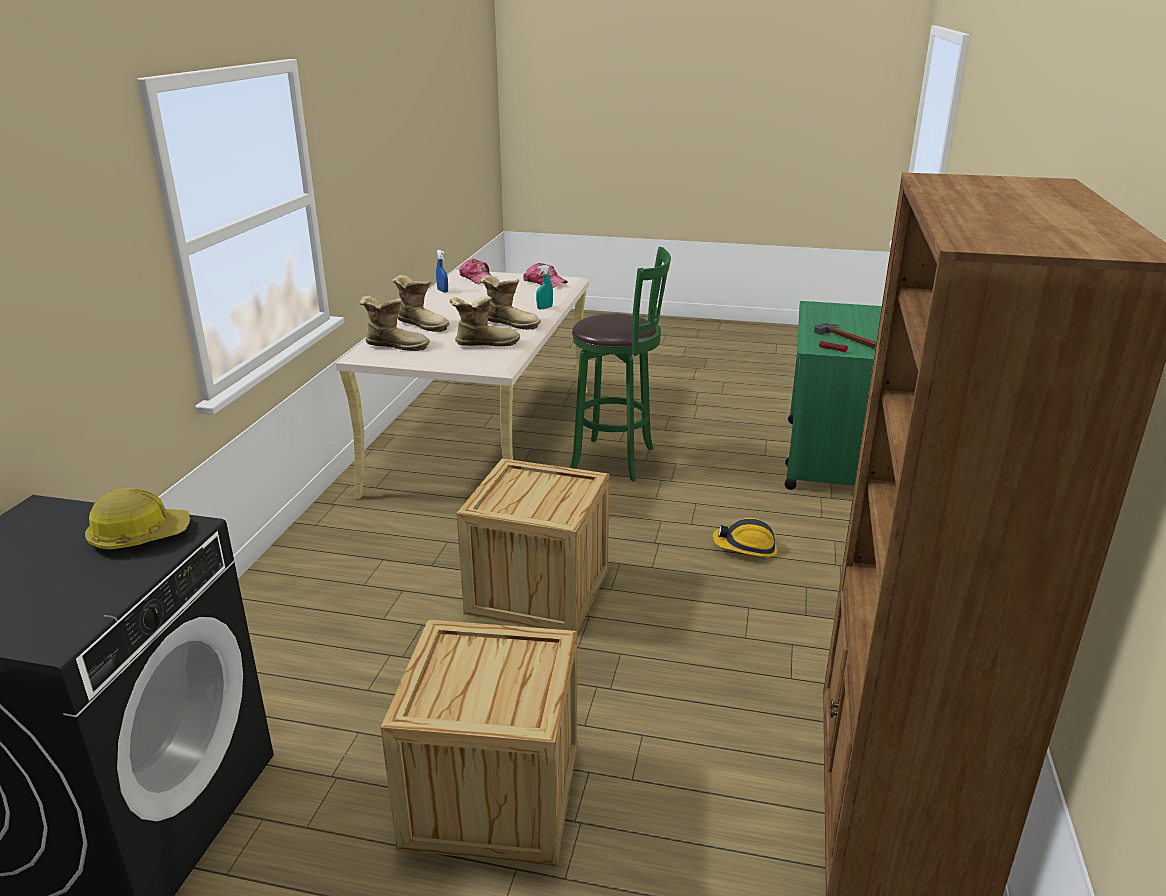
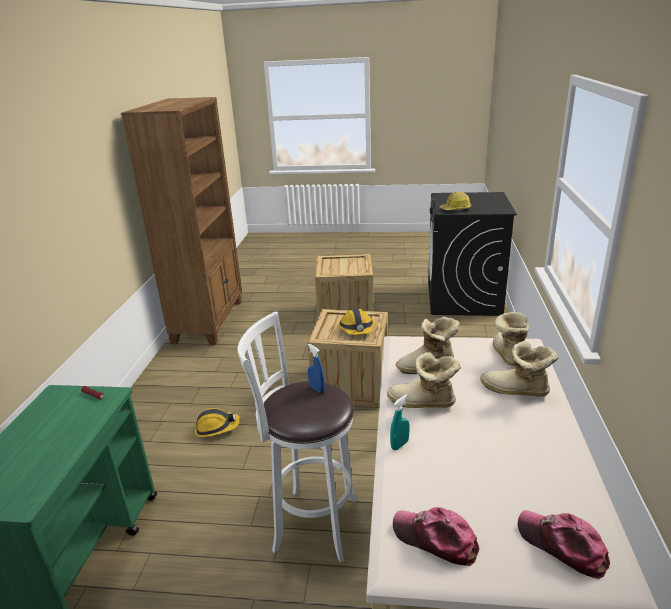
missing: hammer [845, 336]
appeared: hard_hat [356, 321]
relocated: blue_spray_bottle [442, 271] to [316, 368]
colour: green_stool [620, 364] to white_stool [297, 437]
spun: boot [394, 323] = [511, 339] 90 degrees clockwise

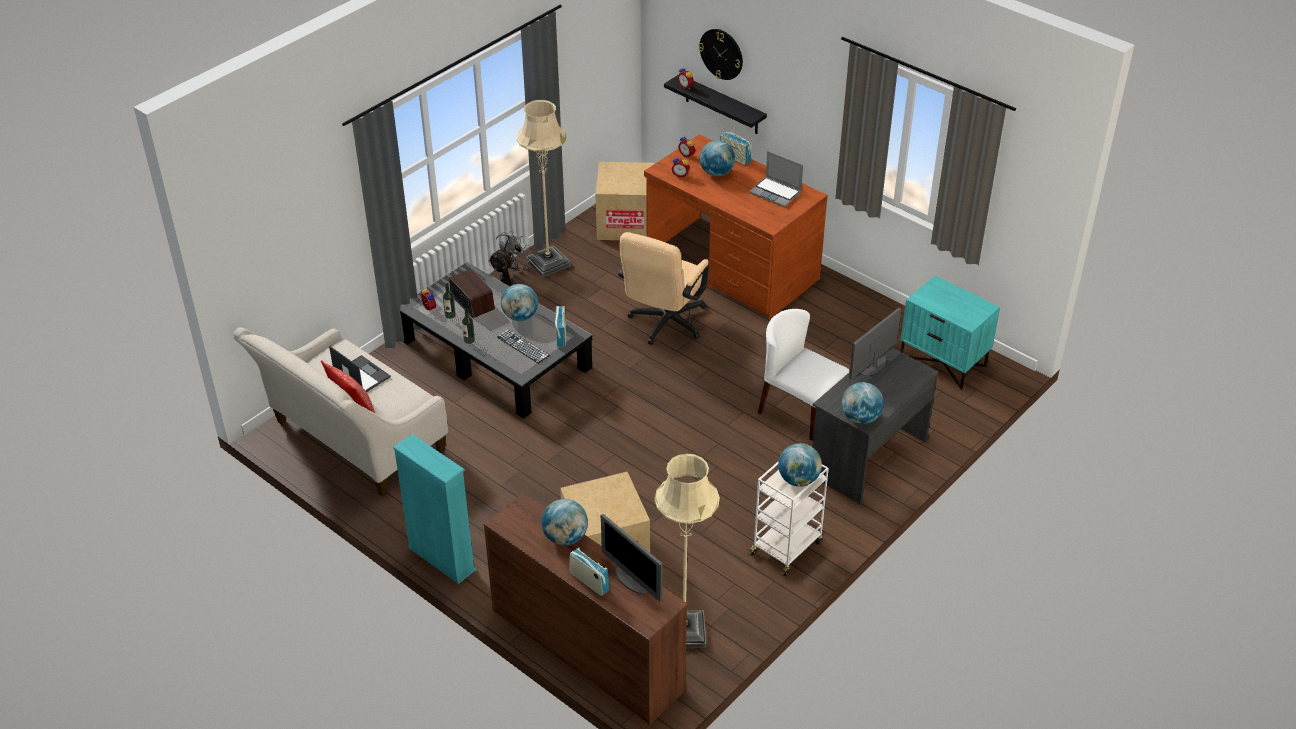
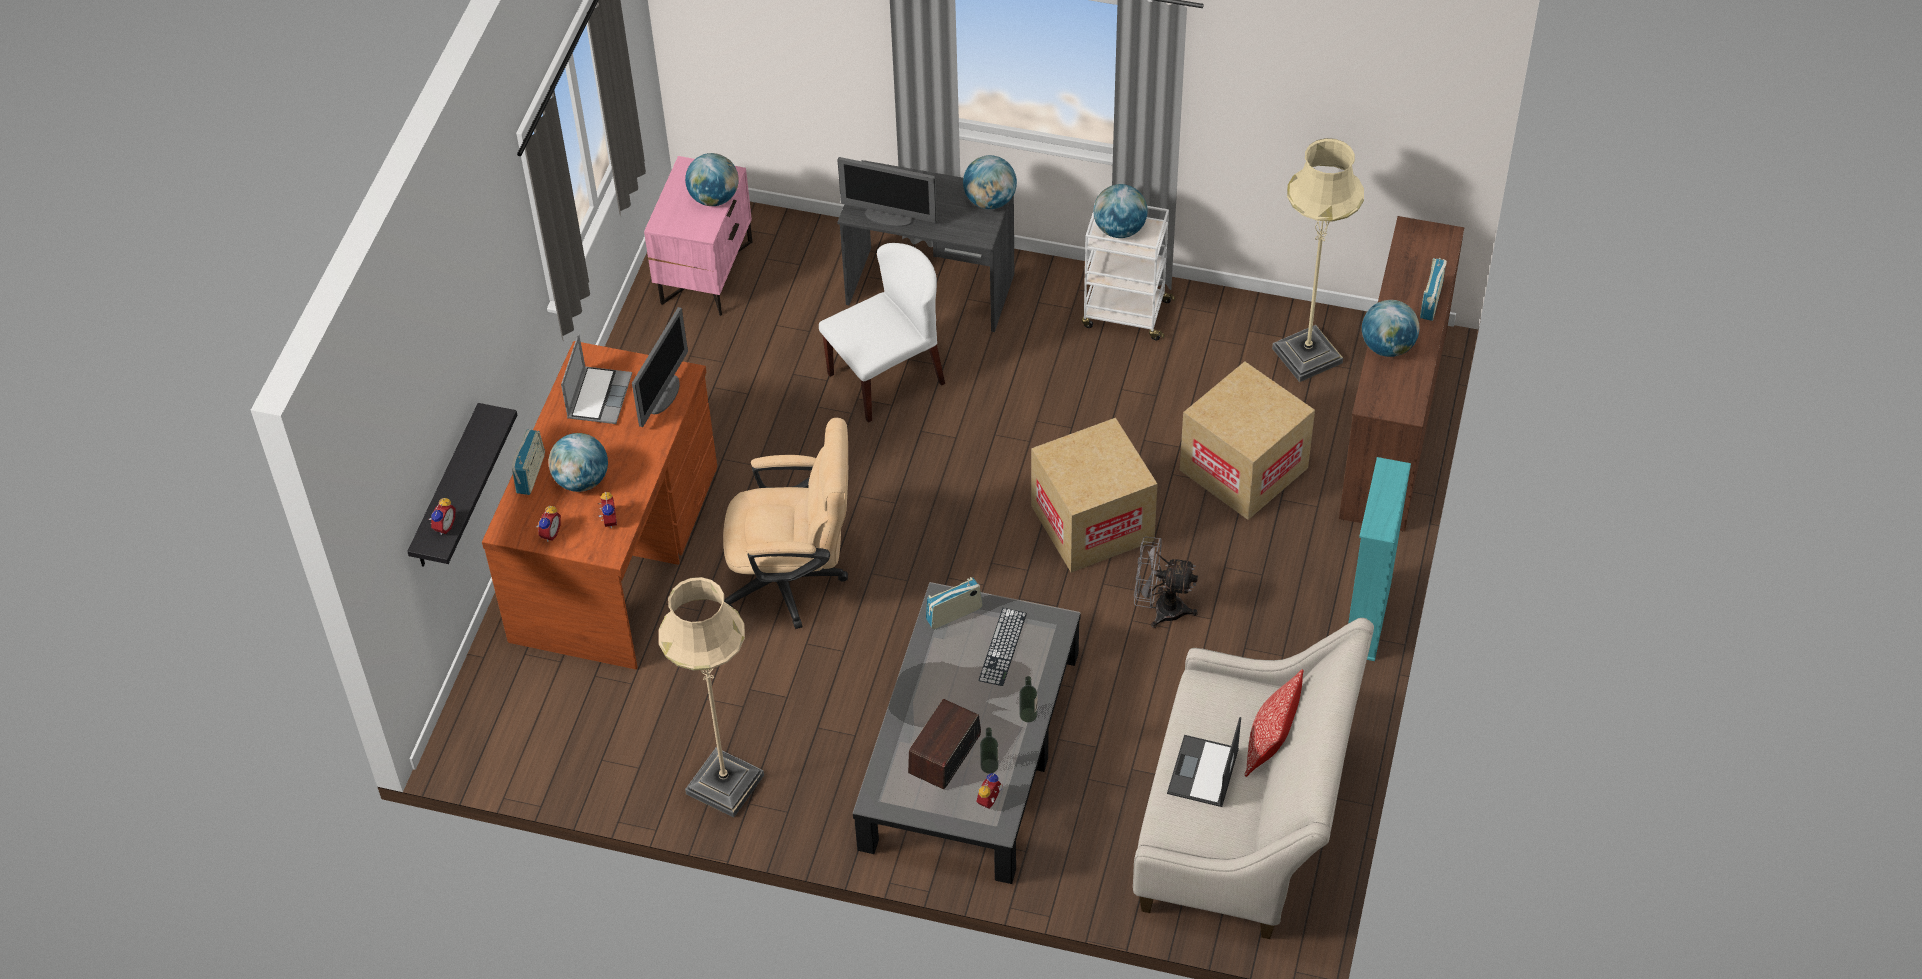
missing: wall_clock [721, 54]
relocated: grey_fan [510, 258] to [1166, 582]; globe [519, 302] to [712, 179]; cardboard_box [625, 201] to [1094, 495]; monitor [632, 558] to [660, 367]
colour: turquoise_nightstand [950, 333] to pink_nightstand [698, 236]
spun: white_chair [803, 374] = [882, 333] 135 degrees counterclockwise

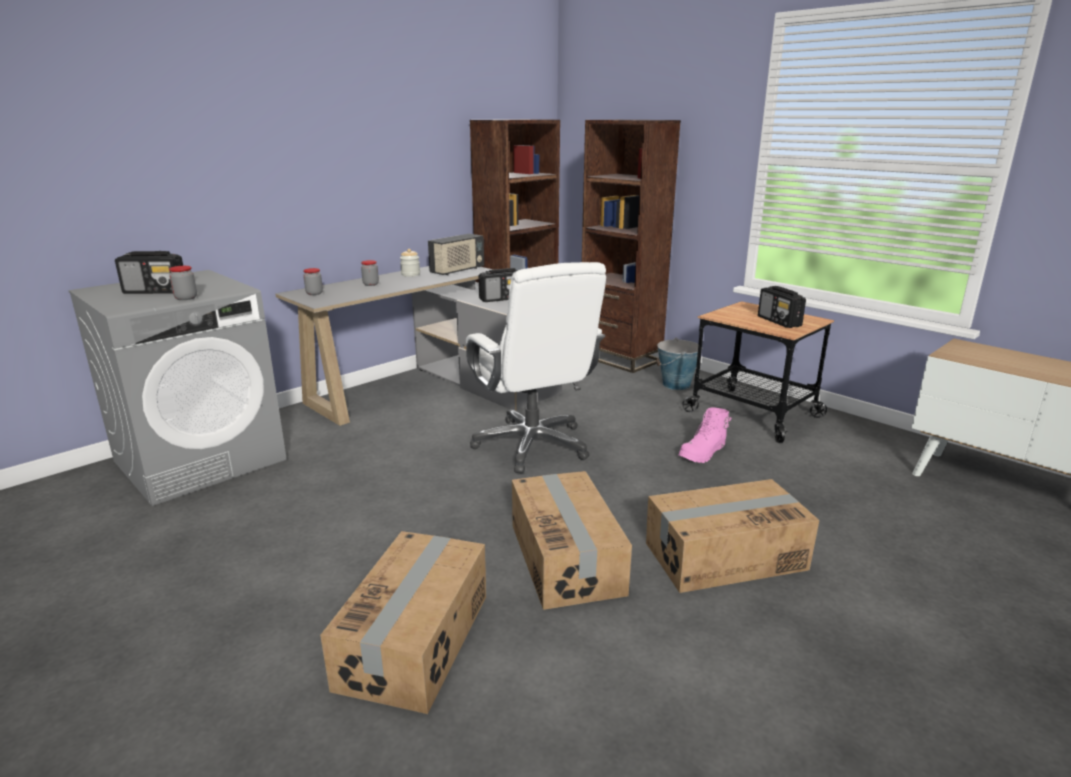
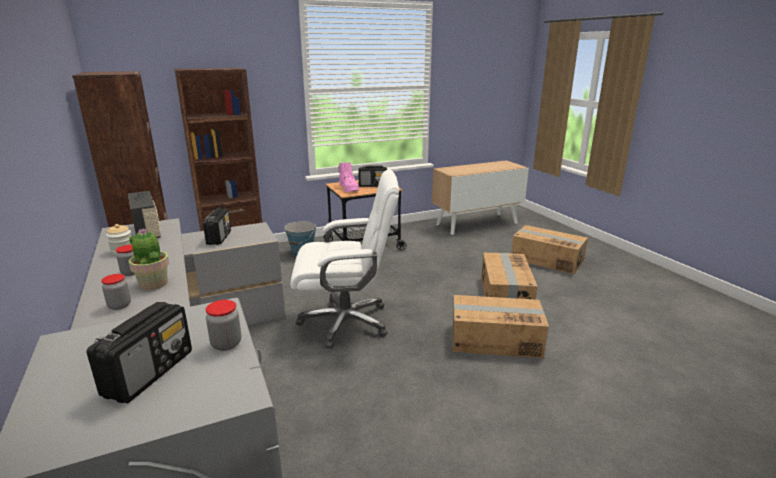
appeared: potted_plant [149, 259]
relocated: cardboard_box [403, 622] to [550, 249]; pink_boot [704, 435] to [348, 177]

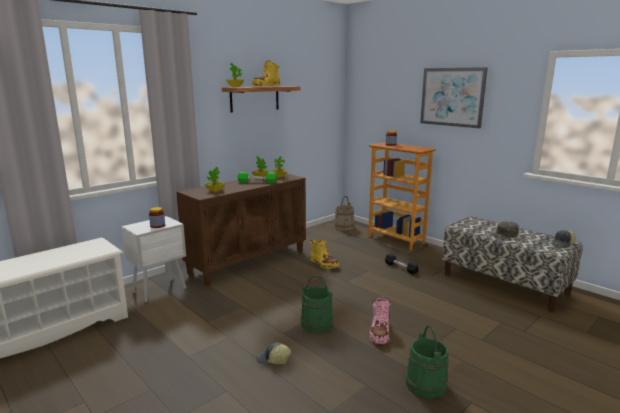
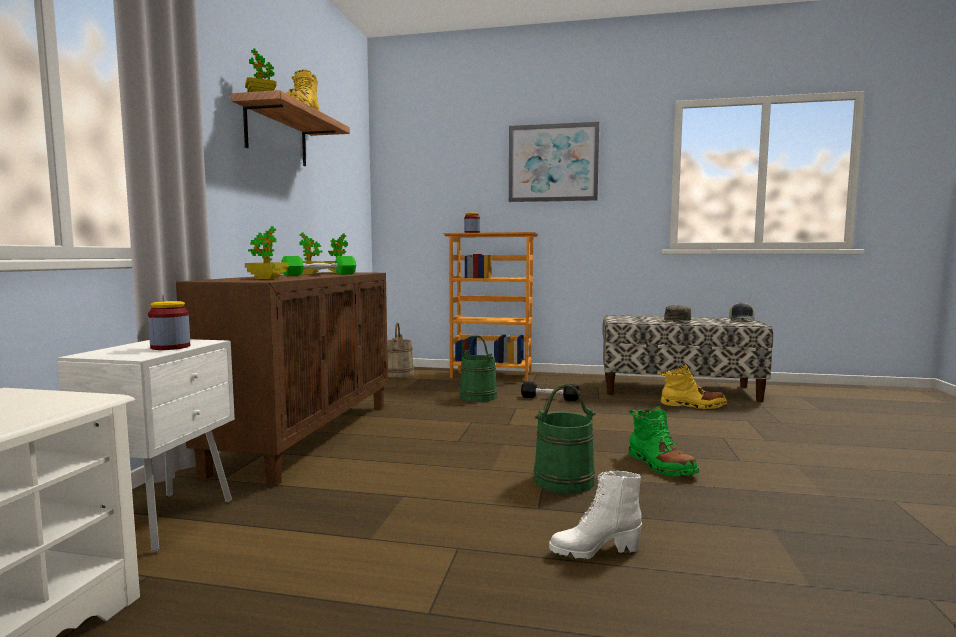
relocated: yellow_boot [325, 254] to [693, 386]; green_bucket [427, 362] to [478, 368]
exchanged: cap [274, 353] to white_boot [595, 515]
colour: pink_boot [380, 320] to green_boot [664, 441]

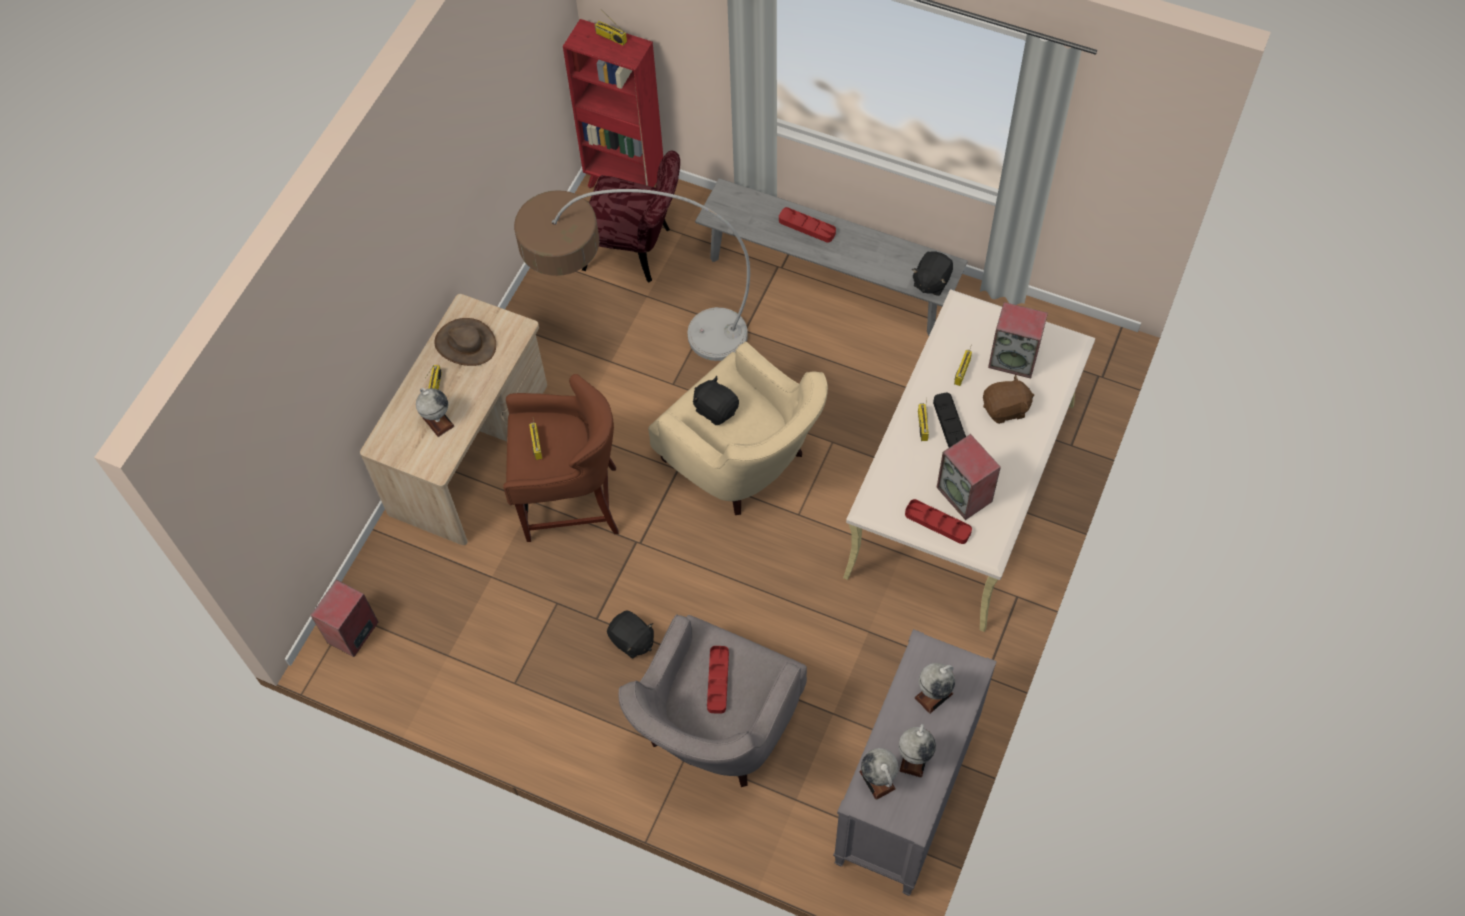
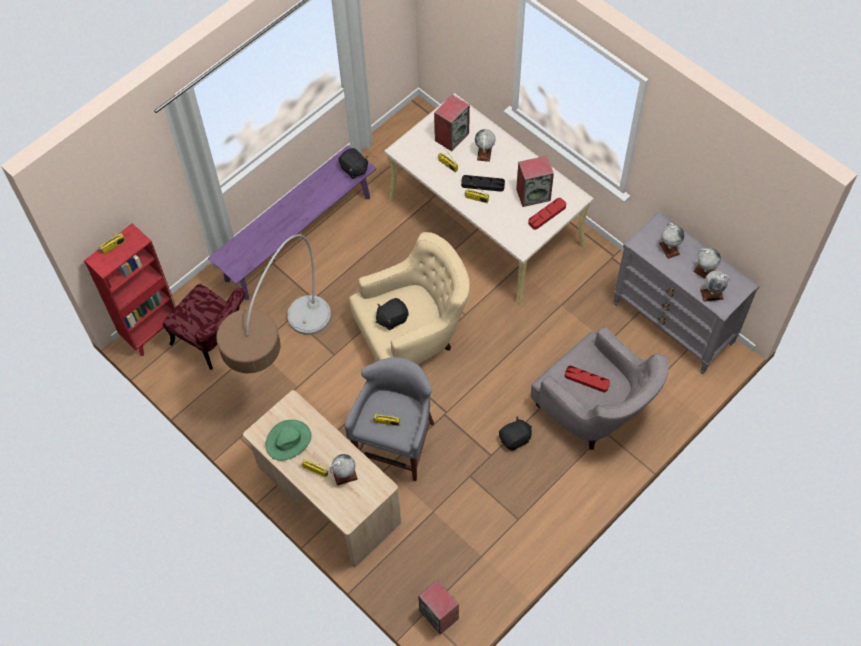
missing: red_tray [807, 225]
exchanged: brown_plush_toy [1008, 399] to globe [485, 145]
colour: brown_hat [465, 342] to green_hat [288, 440]; brown_stool [561, 458] to grey_stool [389, 419]; grey_bench [831, 257] to purple_bench [292, 222]
spun: red_chair [631, 216] = [204, 327] 90 degrees clockwise

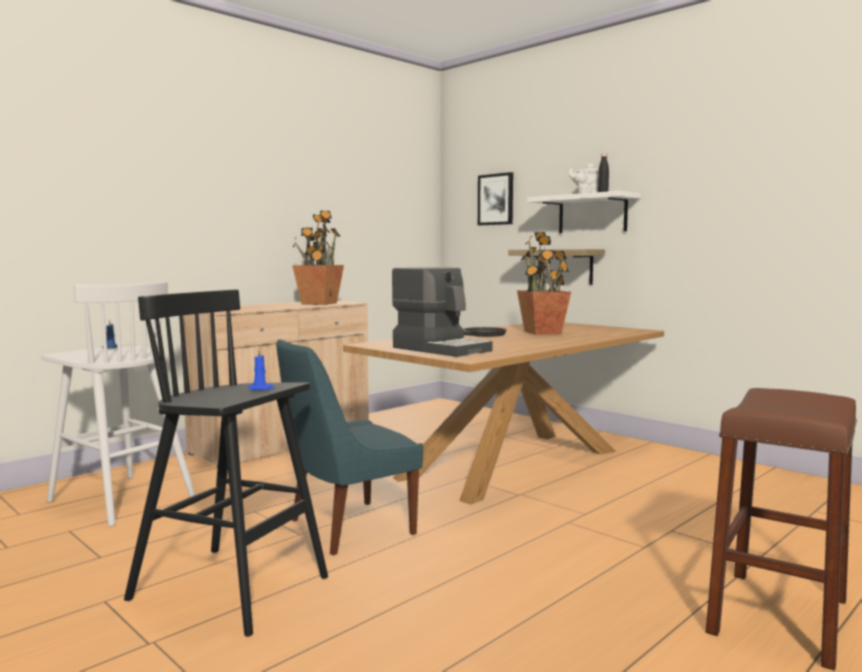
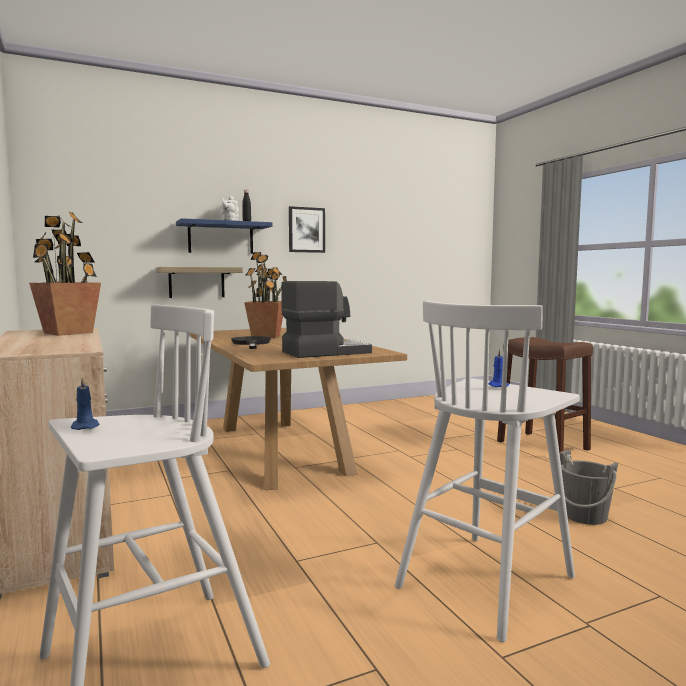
missing: blue_chair [349, 447]
appeared: grey_bucket [589, 487]
relocated: picture [495, 198] to [307, 229]
colour: black_stool [226, 463] to white_stool [487, 471]; white_shelf [584, 212] to blue_shelf [224, 236]

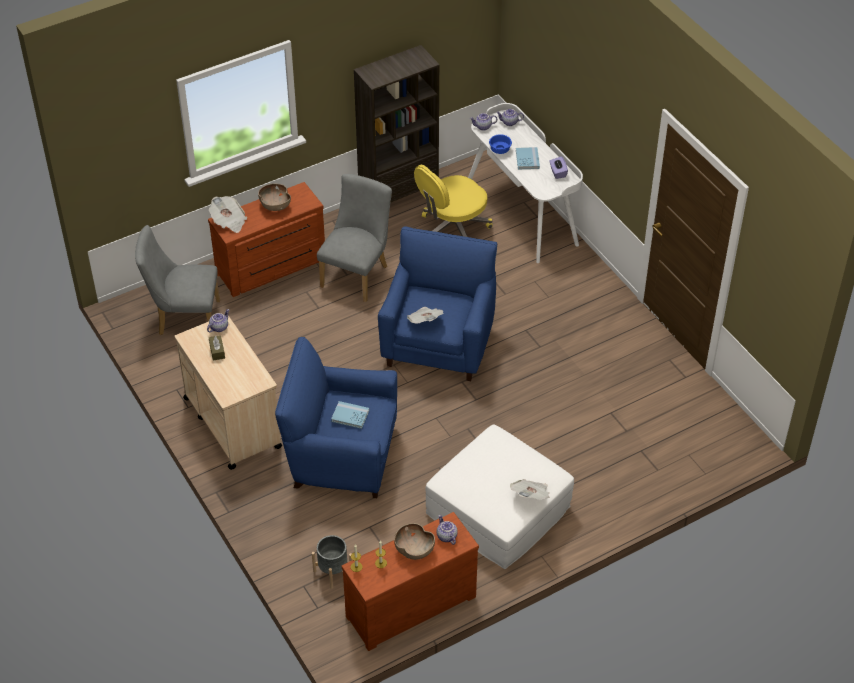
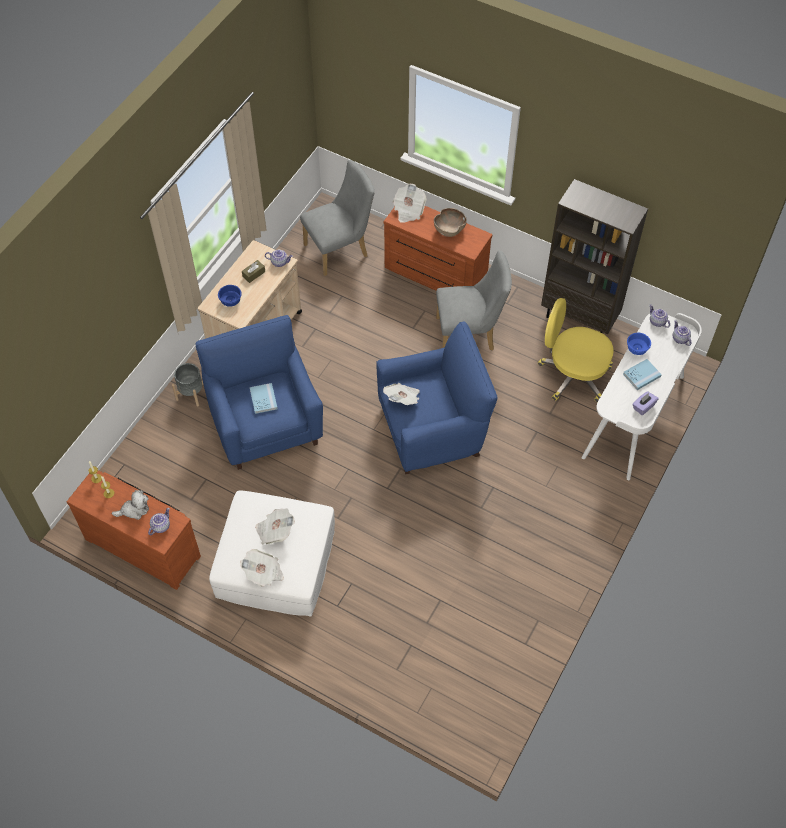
appeared: blue_bowl [230, 296]; newspaper [275, 526]
relocated: grey_planter [332, 562] to [187, 385]
exchanged: brown_bowl [414, 541] to plush_toy [130, 505]
spun: grey_chair [177, 280] = [337, 218] 90 degrees clockwise

